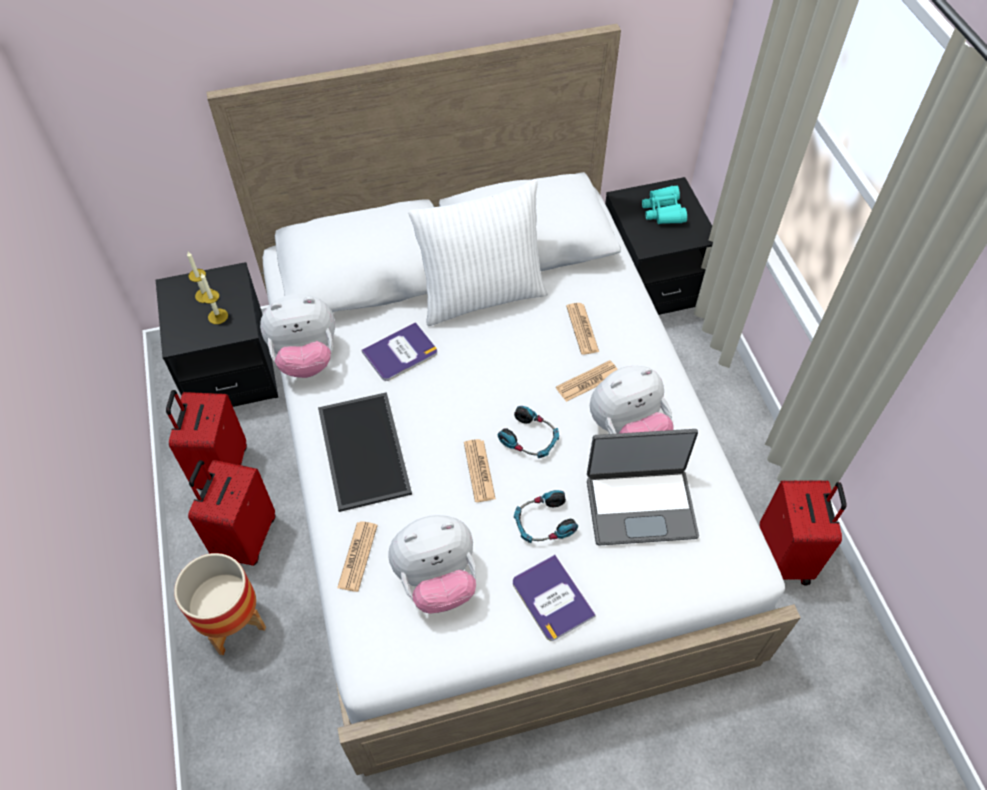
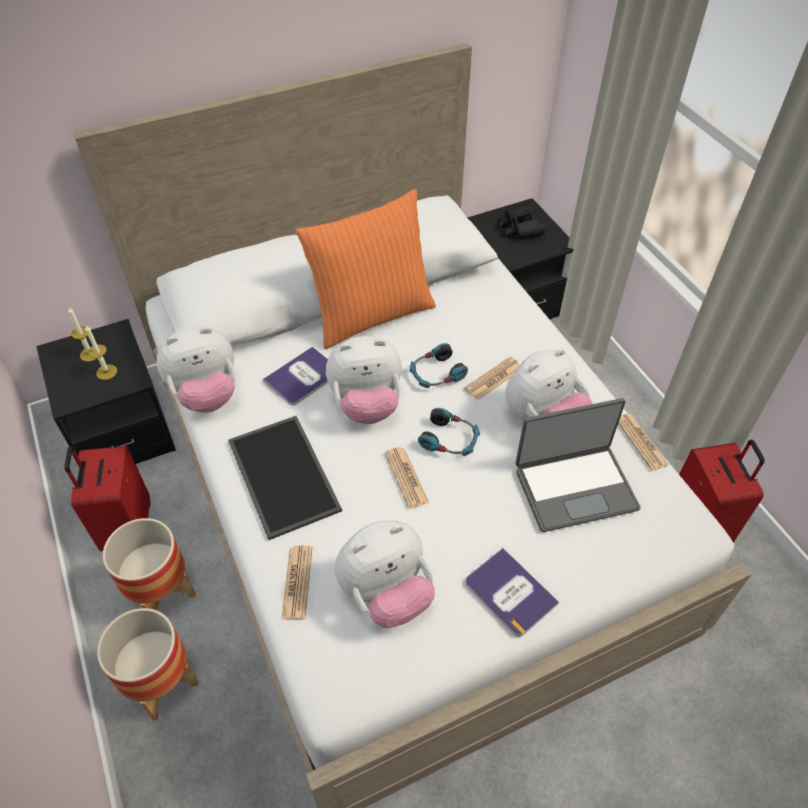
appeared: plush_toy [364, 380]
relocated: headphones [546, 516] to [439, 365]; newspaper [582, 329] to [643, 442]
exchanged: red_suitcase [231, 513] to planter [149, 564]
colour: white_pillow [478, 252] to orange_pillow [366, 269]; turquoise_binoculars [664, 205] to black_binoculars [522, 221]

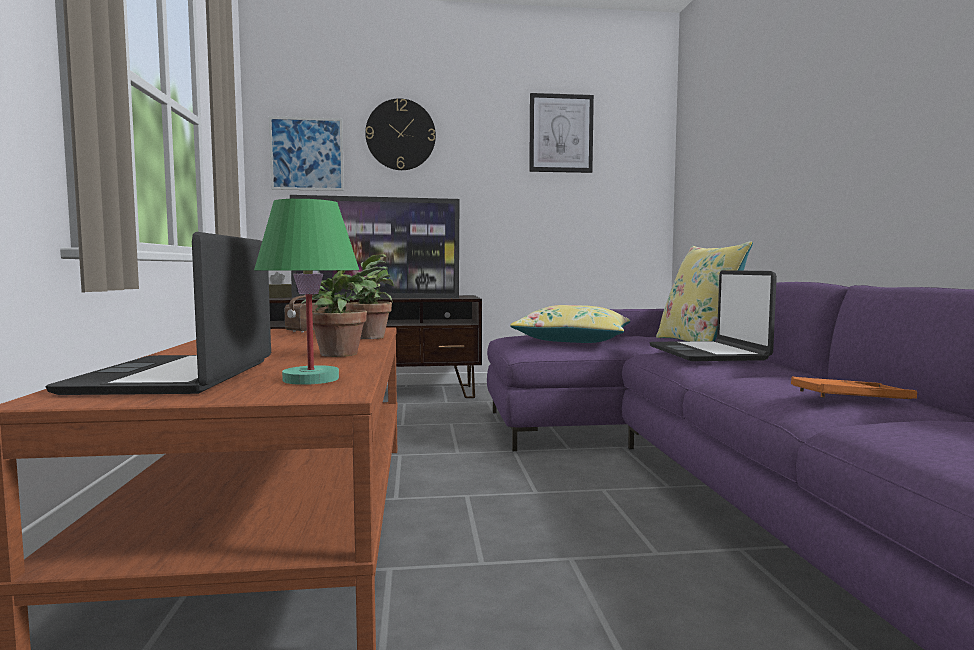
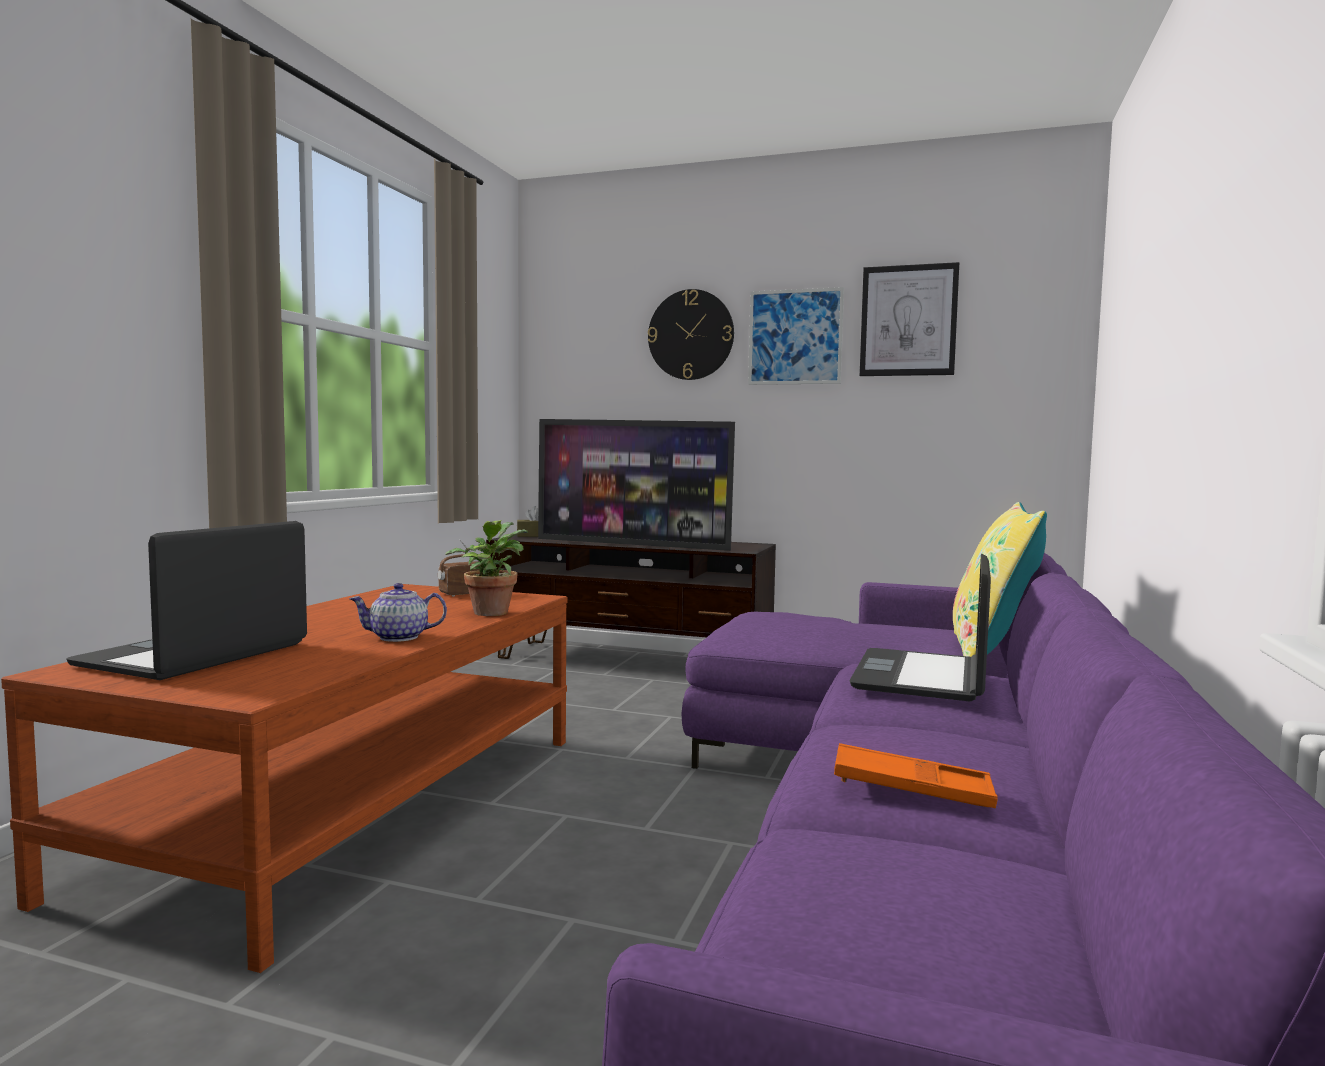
missing: green_table_lamp [306, 292]; yellow_pillow [570, 324]
relocated: picture [306, 153] to [796, 336]
exchanged: potted_plant [344, 308] to teapot [398, 612]

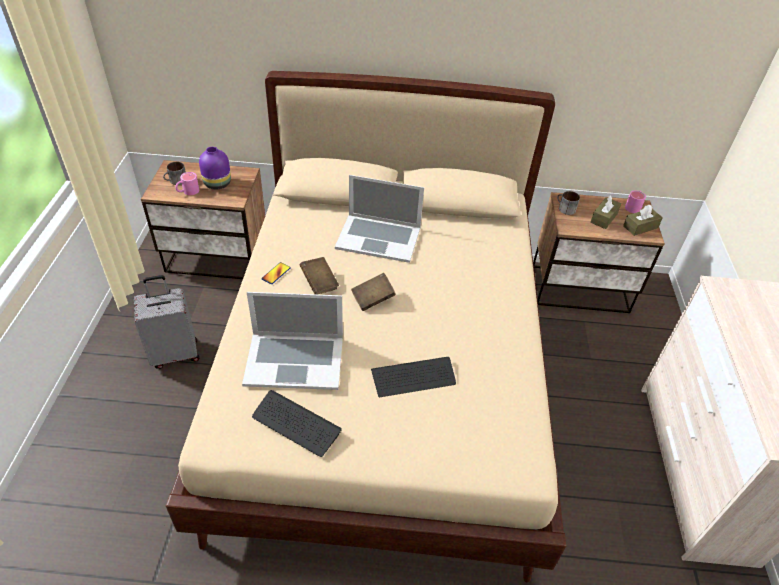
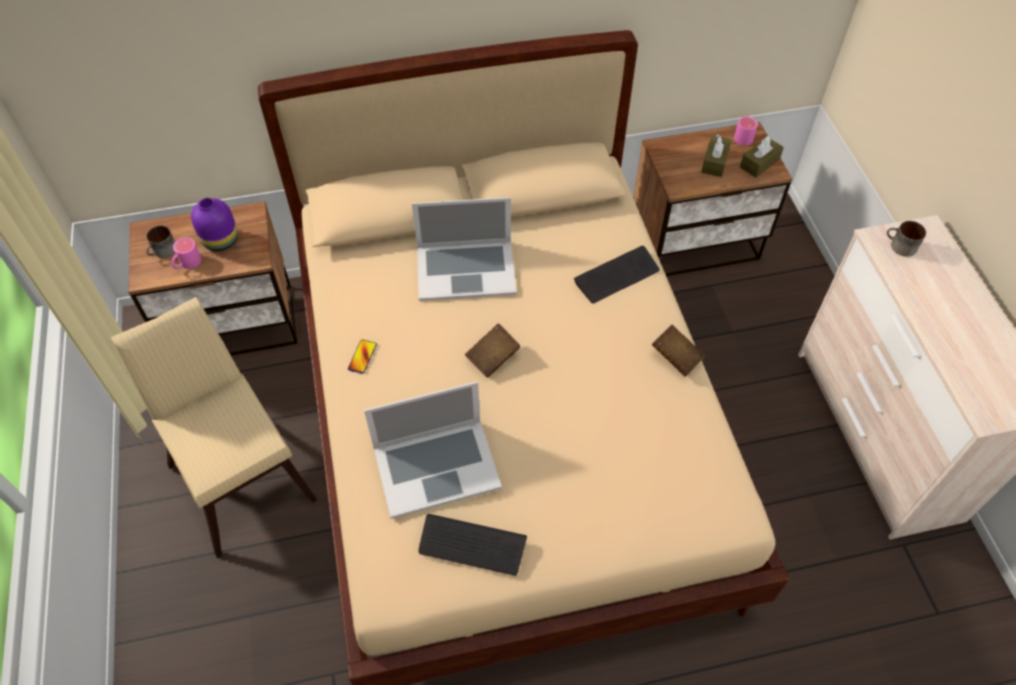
relocated: brown_book [319, 276] to [678, 351]; keyboard [413, 377] to [617, 275]; mug [568, 203] to [906, 239]
exchanged: grey_suitcase [166, 322] to beige_chair [214, 427]

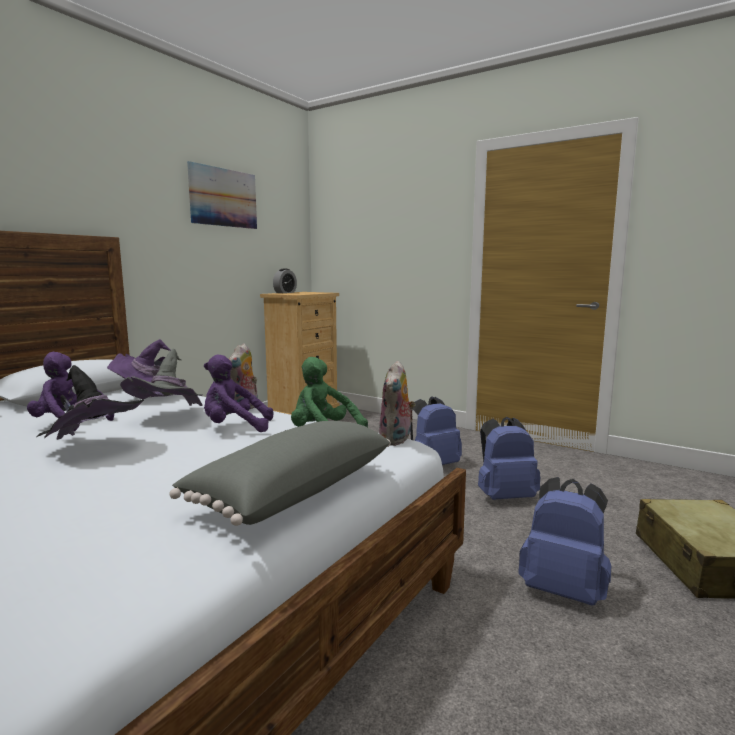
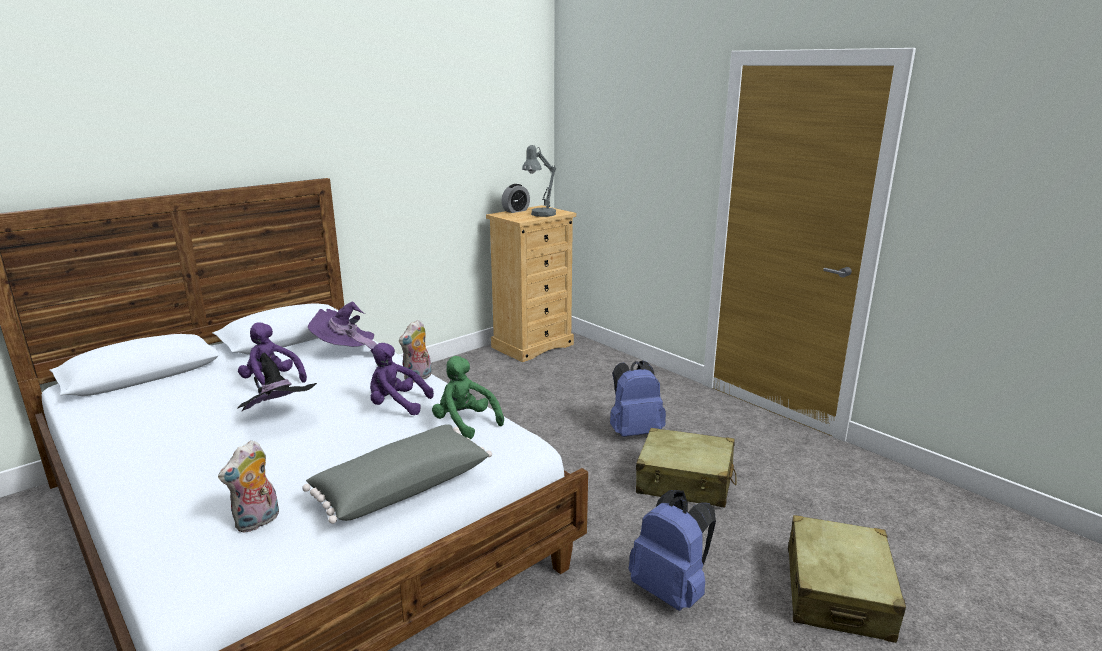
missing: grey_hat [161, 377]; picture [222, 195]
appeared: grey_table_lamp [539, 181]
relocated: plush_toy [397, 403] to [248, 486]
exchanged: blue_backpack [509, 458] to beige_suitcase [686, 468]

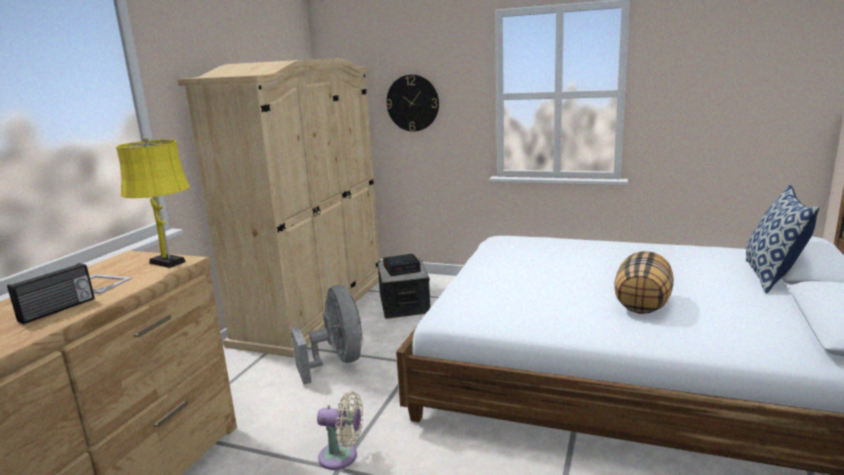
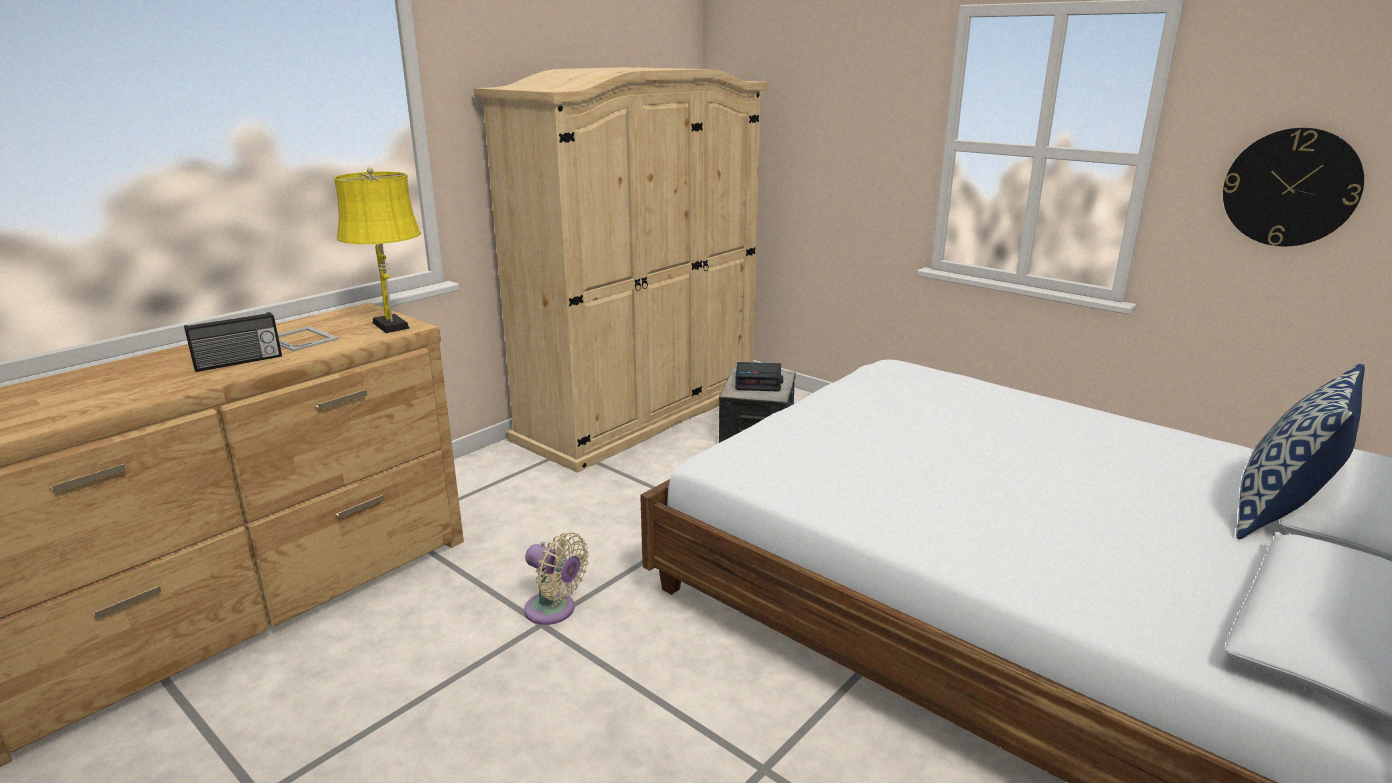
missing: grey_fan [327, 335]; pillow [644, 282]
relocated: wall_clock [412, 103] to [1293, 187]

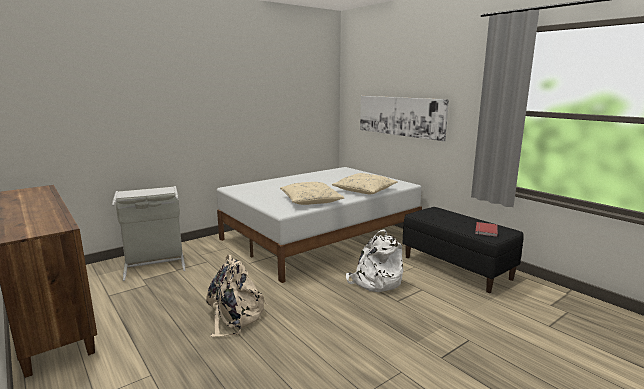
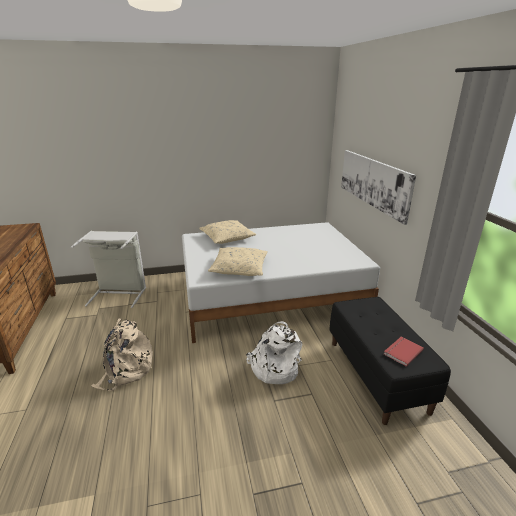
relocated: beige_pillow [364, 183] to [227, 232]

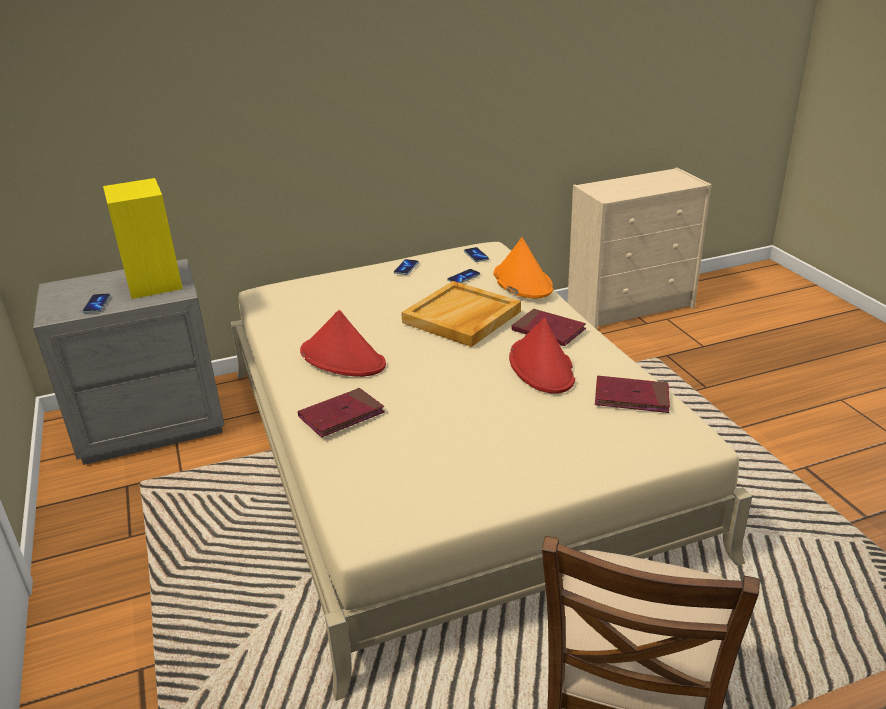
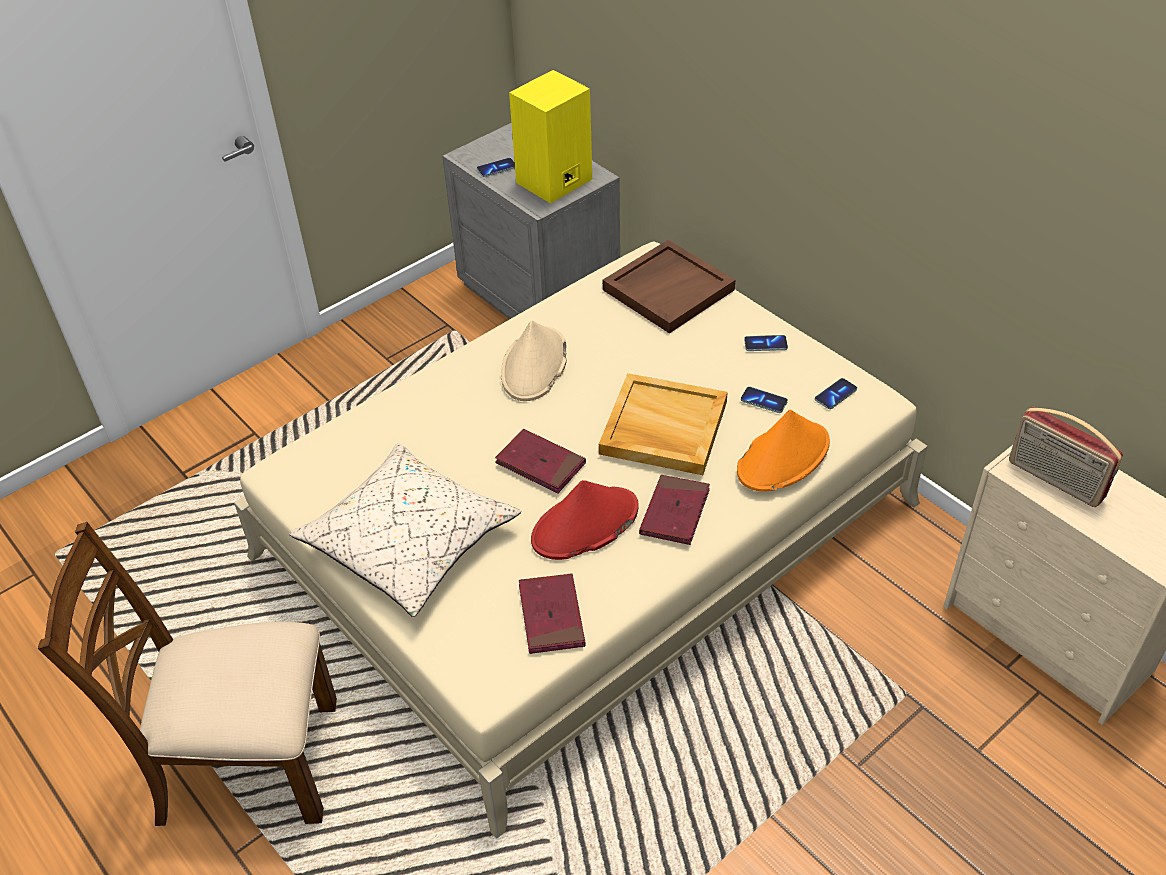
appeared: beige_pillow [405, 530]; brown_tray [669, 286]; radio [1066, 457]
relocated: red_book [341, 412] to [540, 461]
colour: red_hat [343, 343] to beige_hat [534, 360]

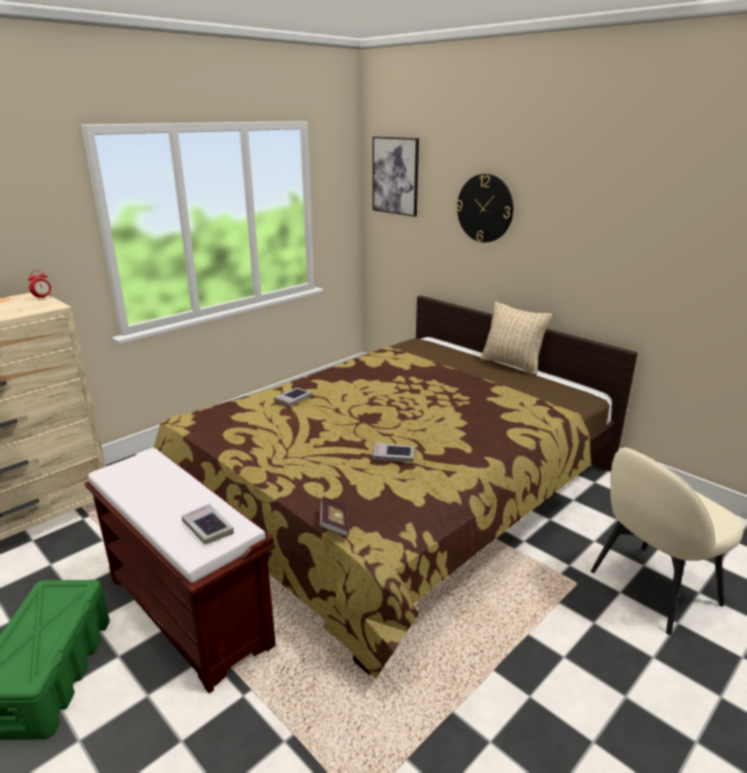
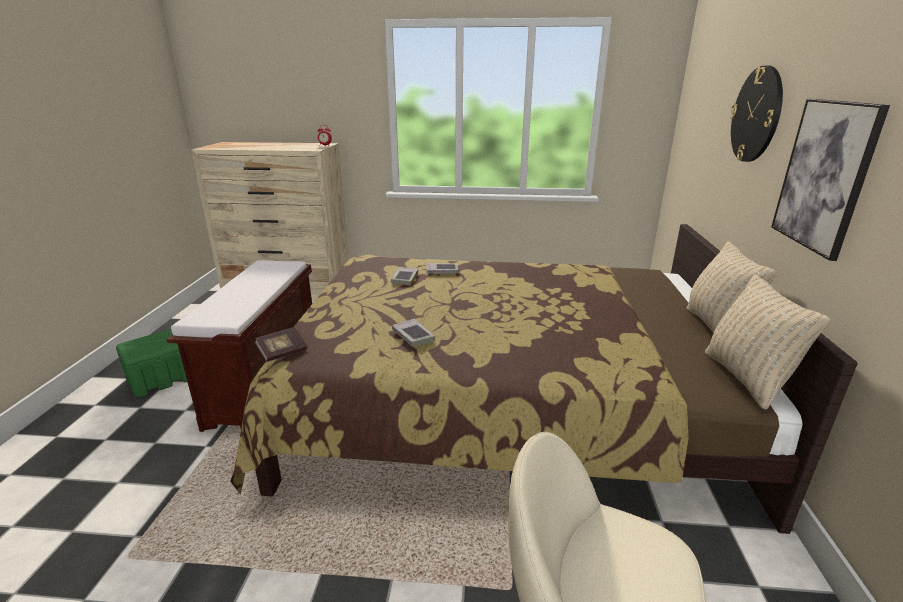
appeared: beige_pillow [767, 342]
relocated: book [208, 524] to [404, 276]; picture [396, 177] to [830, 180]

